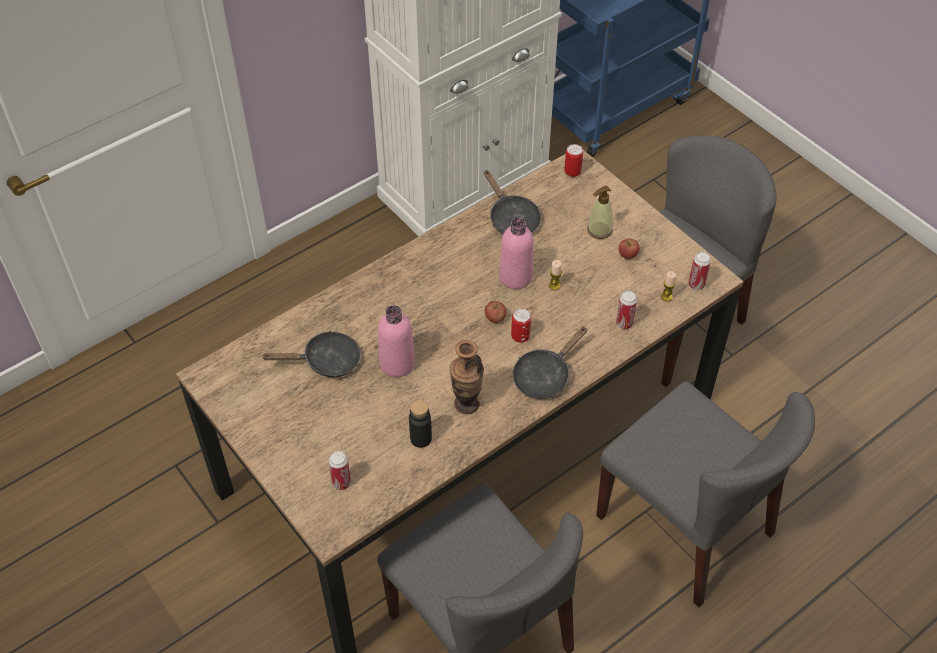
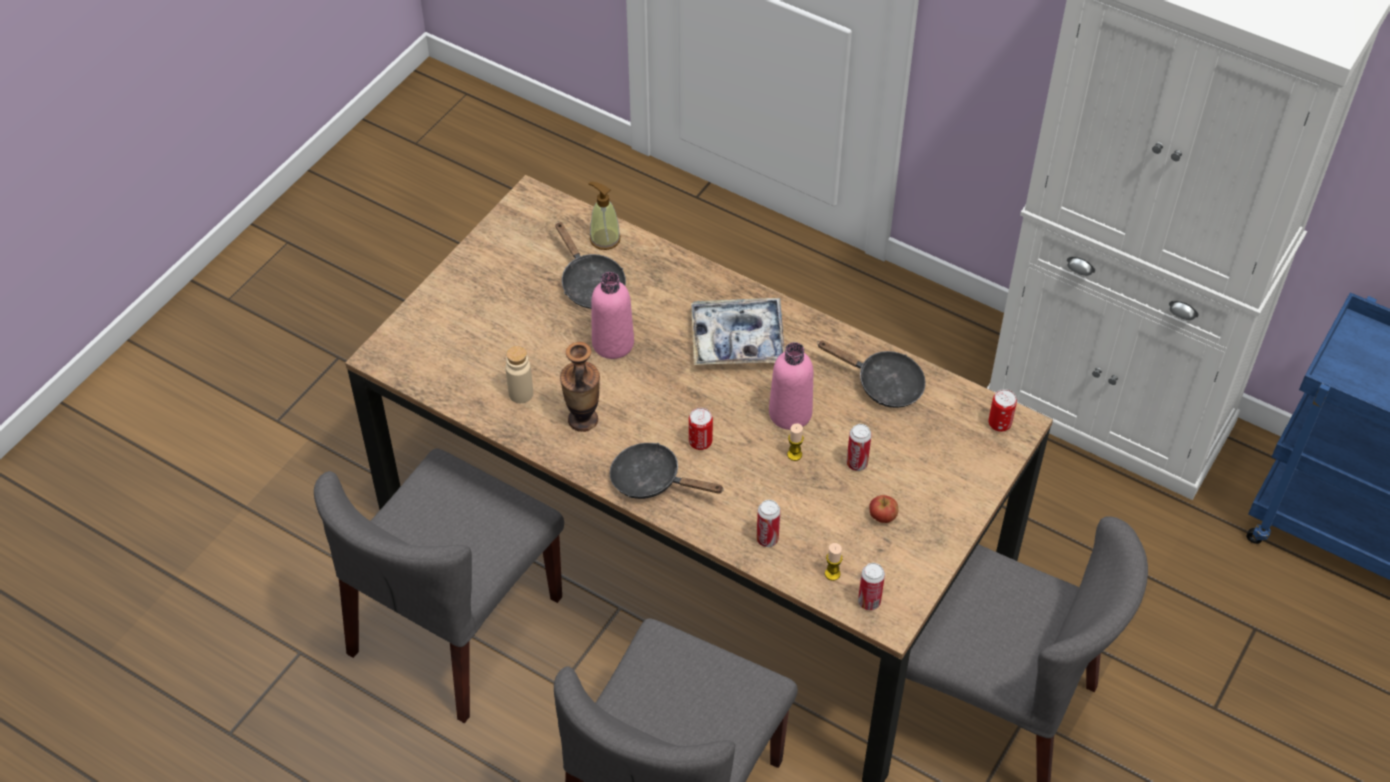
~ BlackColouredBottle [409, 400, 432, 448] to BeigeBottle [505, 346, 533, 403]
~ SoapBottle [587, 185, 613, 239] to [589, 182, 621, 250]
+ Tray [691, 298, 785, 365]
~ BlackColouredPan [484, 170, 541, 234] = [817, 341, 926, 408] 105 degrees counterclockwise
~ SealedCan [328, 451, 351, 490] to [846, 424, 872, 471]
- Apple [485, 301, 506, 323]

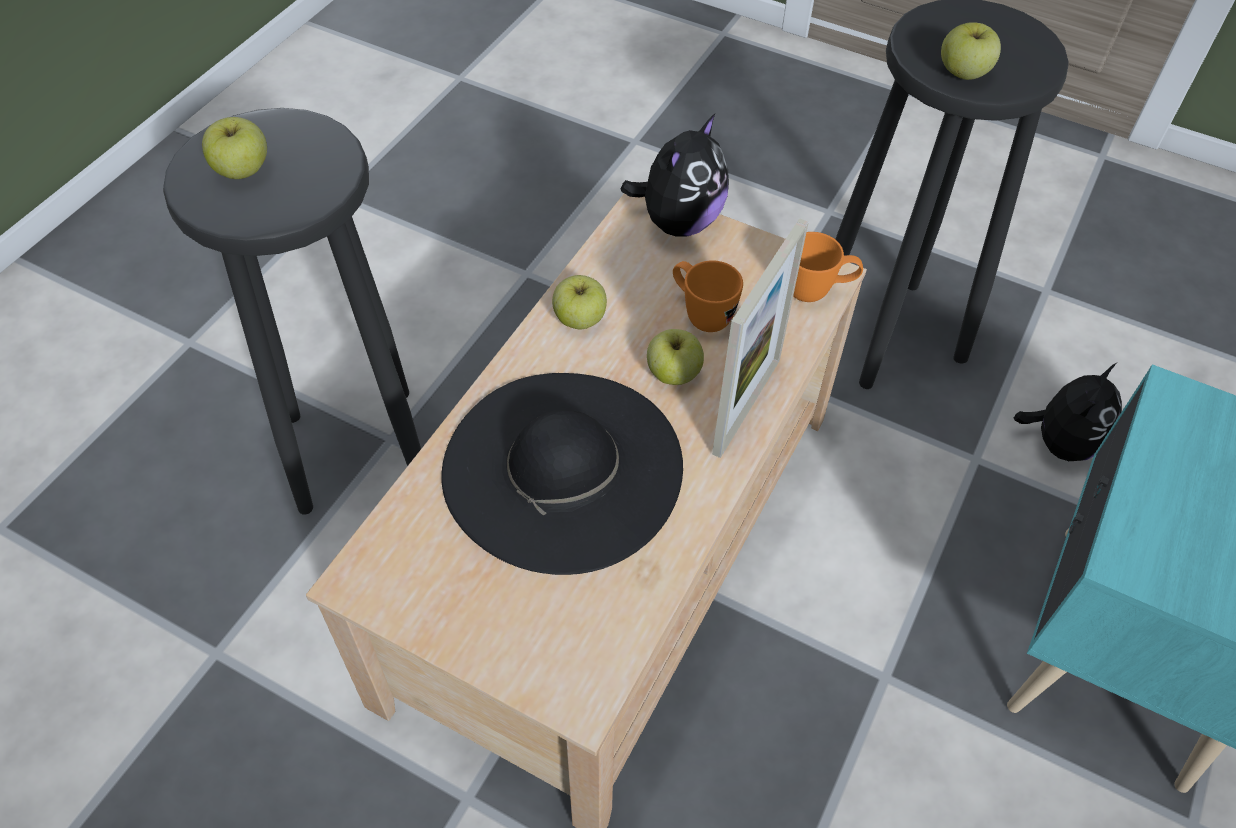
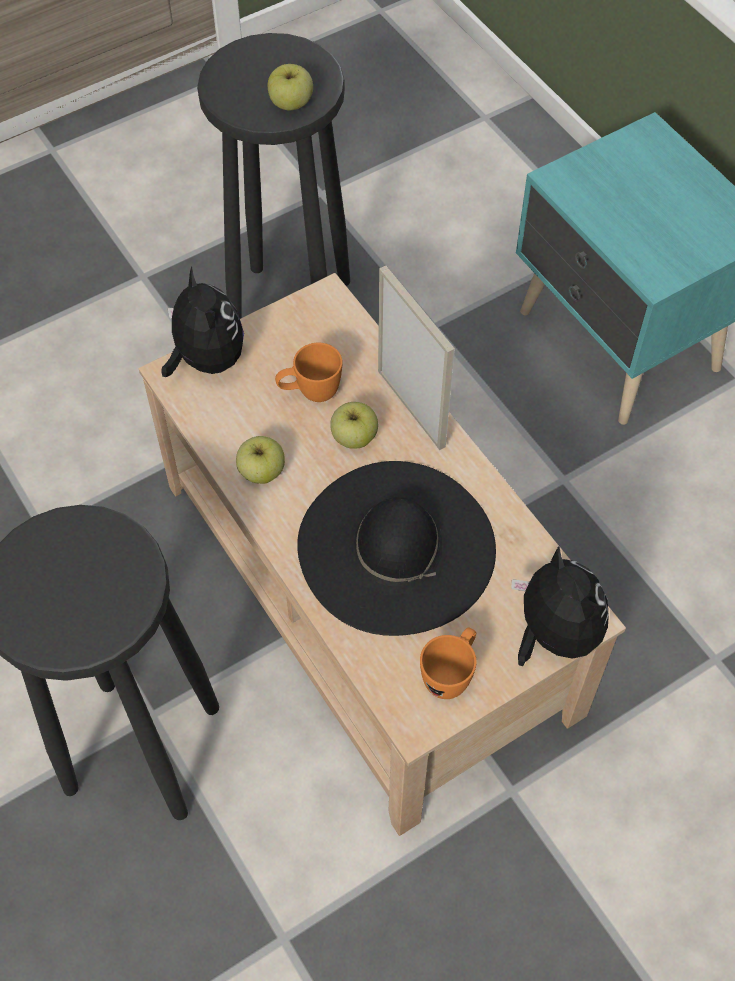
~ OrangeyMug [793, 232, 863, 302] to [420, 628, 477, 699]
~ PlushToy [1014, 363, 1122, 461] to [511, 546, 609, 666]
- Apple [202, 117, 267, 179]

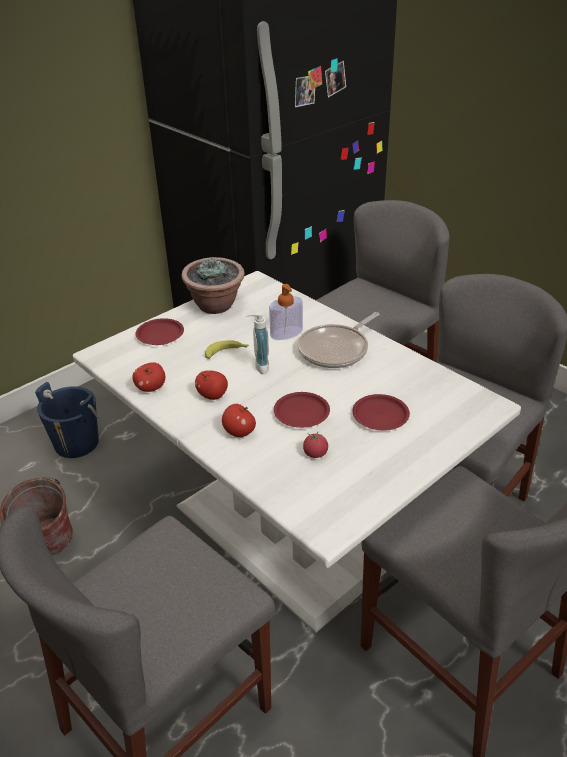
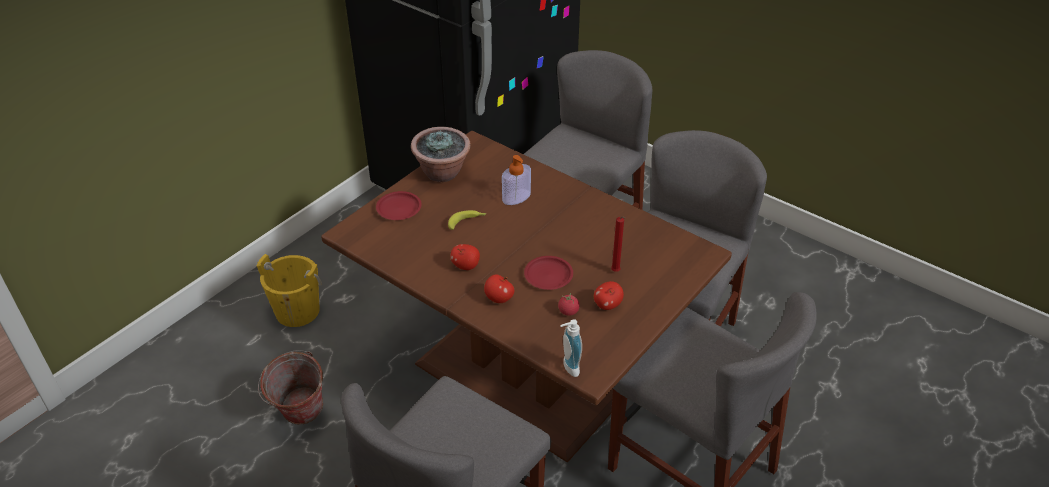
~ BlueColouredPail [35, 382, 100, 458] to YellowColouredPail [257, 254, 322, 327]
~ WhitishDiningTable [73, 271, 521, 633] to BrownishDiningTable [321, 131, 732, 462]
~ SoapBottle [246, 312, 269, 374] to [560, 319, 582, 377]
~ Apple [132, 362, 165, 392] to [594, 281, 624, 310]
~ ReddishFlatDish [352, 394, 410, 430] to ReddishCandle [611, 217, 625, 272]
- Pan [298, 312, 380, 368]

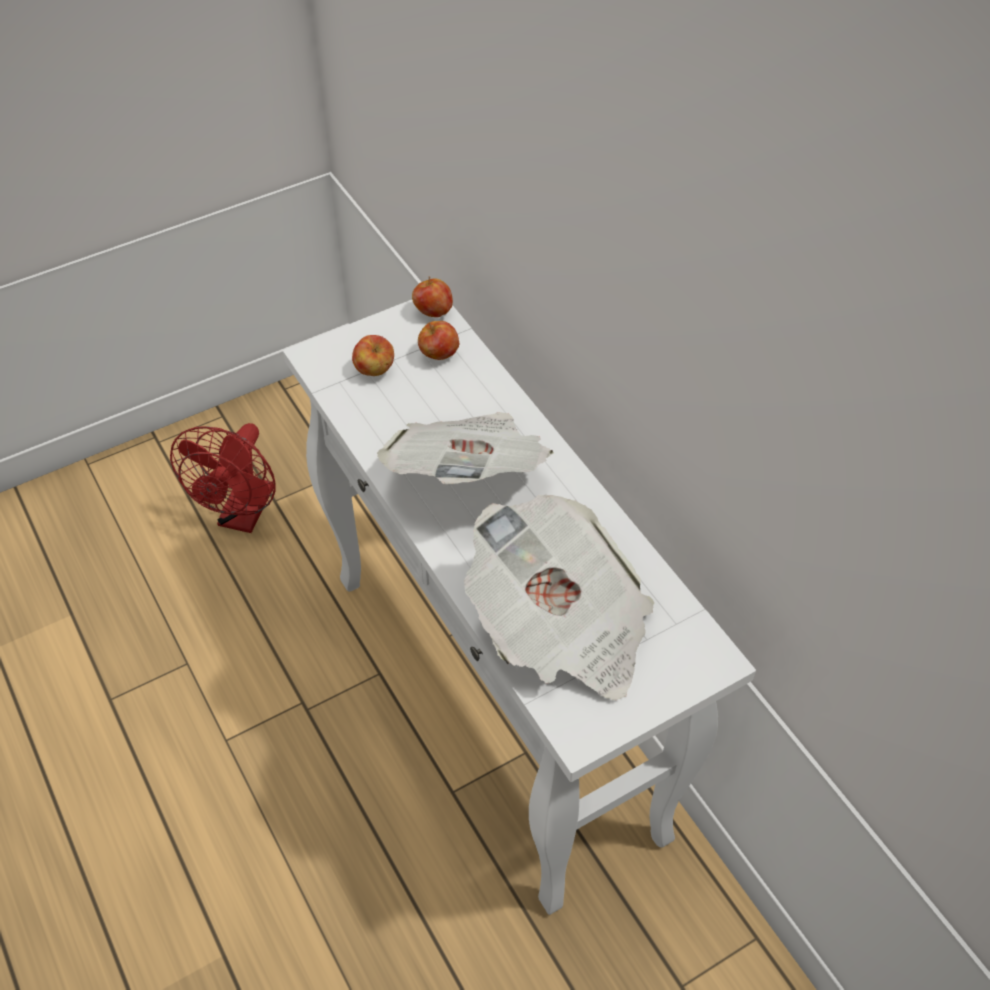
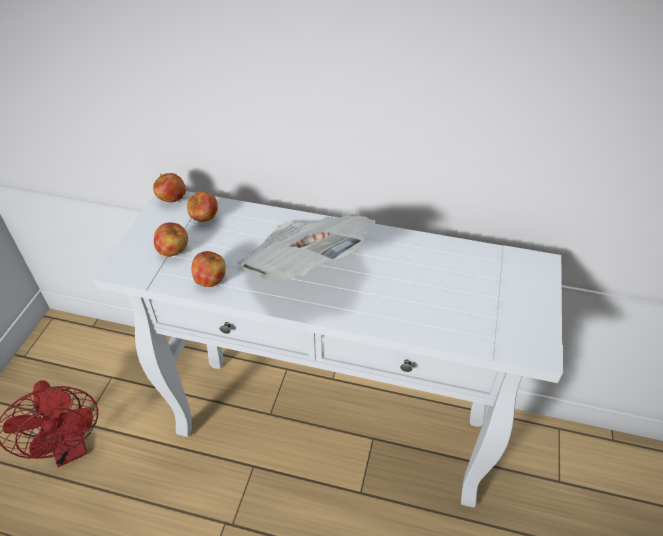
+ Apple [191, 251, 226, 287]
- Newspaper [464, 495, 654, 700]

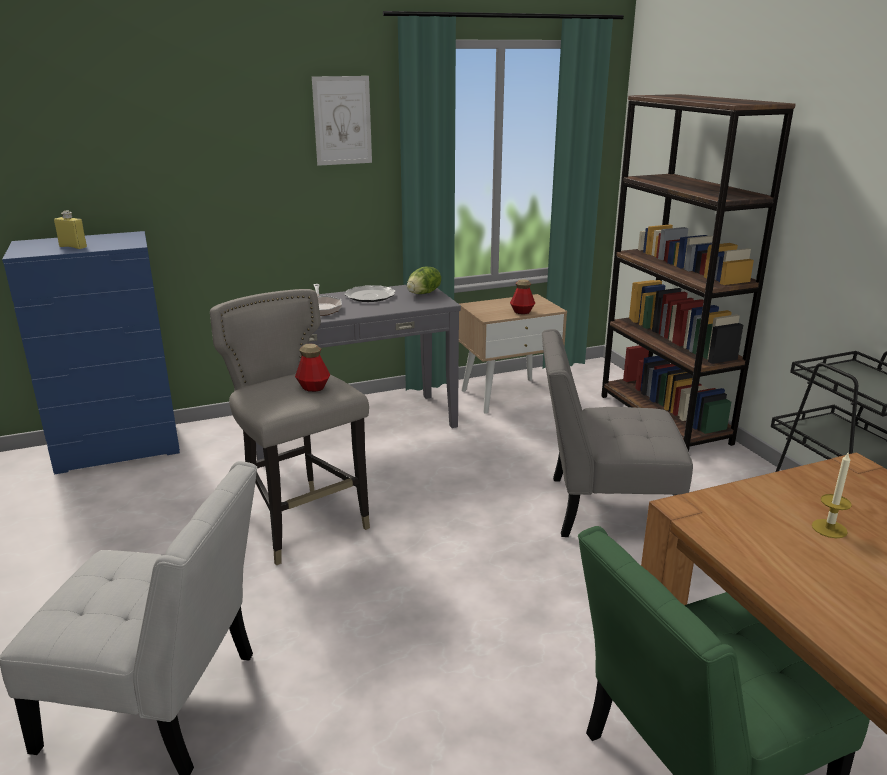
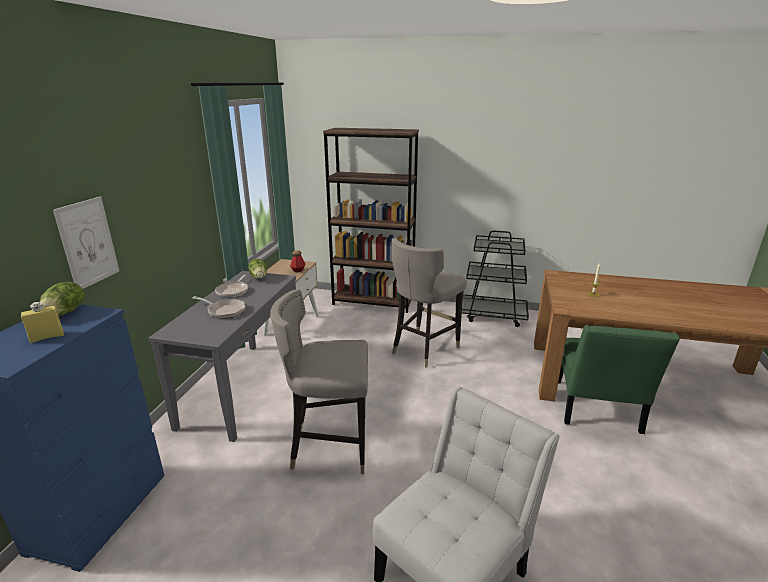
+ HeadOfLettuce [40, 282, 84, 316]
~ WallPicture [312, 76, 372, 166] to [53, 197, 119, 289]
~ FlatDish [345, 285, 396, 302] to Pan [215, 275, 248, 297]
~ GreyUprightChair [542, 329, 693, 537] to GreyStool [392, 238, 467, 368]
- Bottle [295, 344, 330, 392]

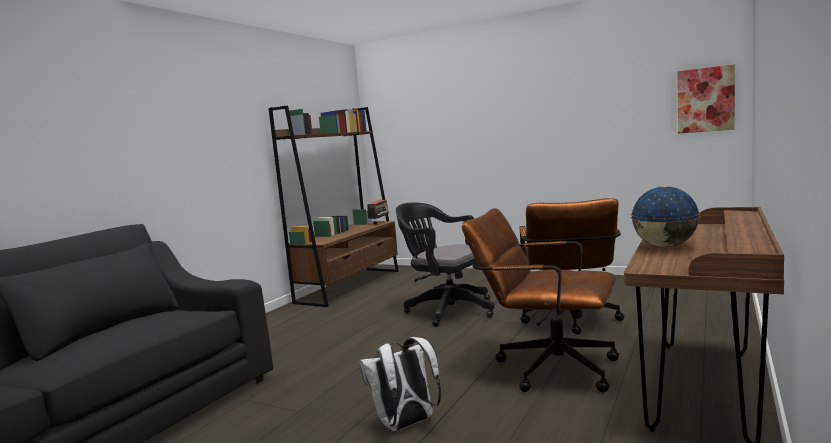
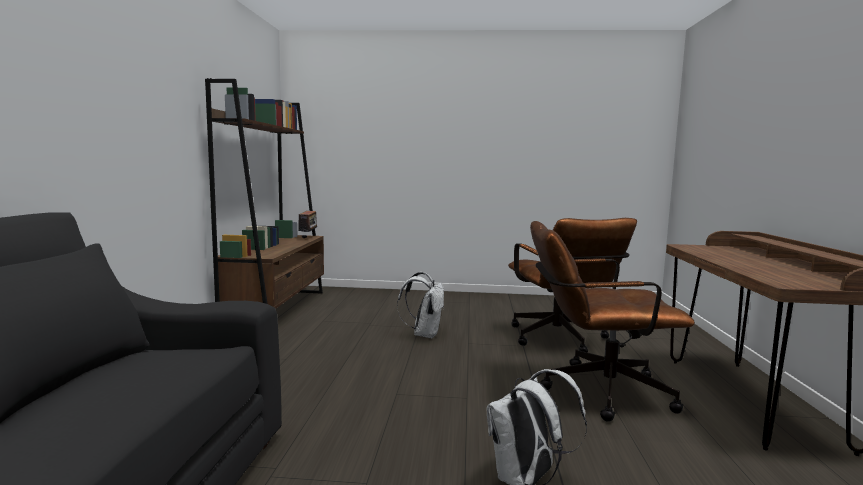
~ BlackColouredOfficeChair [396, 202, 495, 327] to WhitishBackpack [397, 272, 444, 339]
- DeskGlobe [631, 186, 700, 247]
- WallPicture [677, 64, 735, 134]

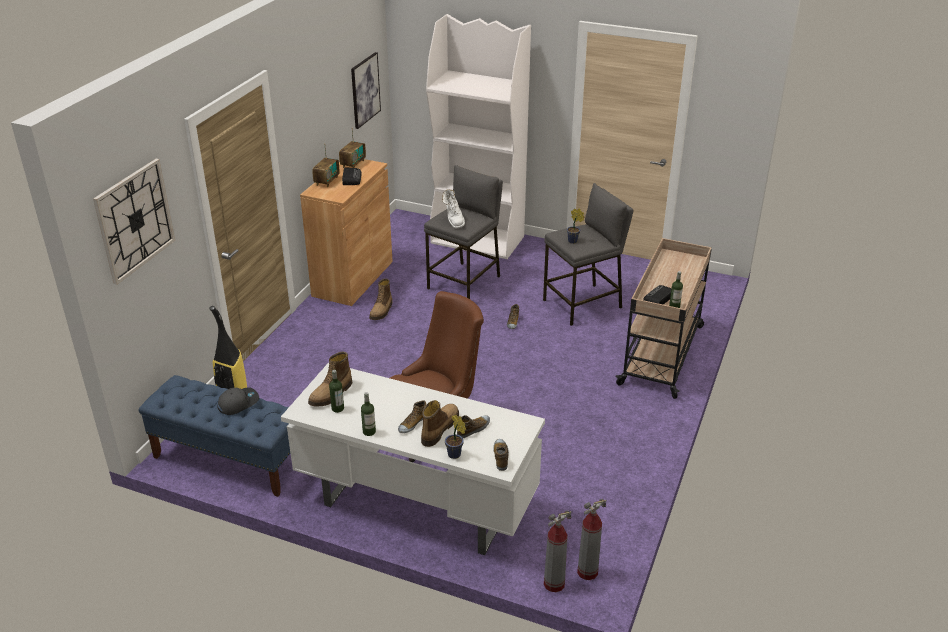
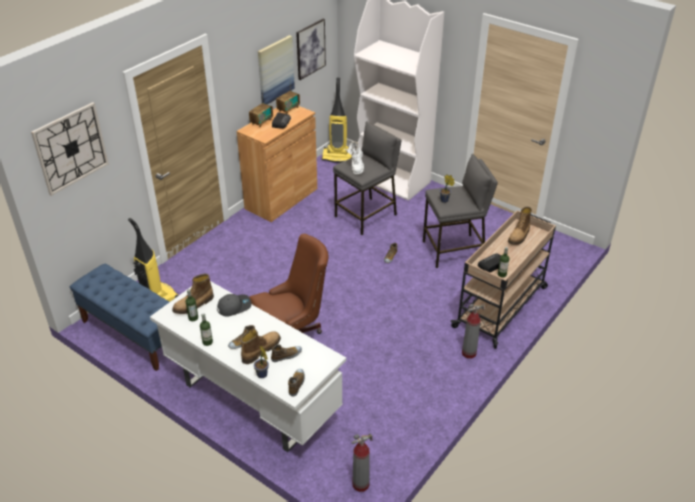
~ GreyPeakedCap [218, 387, 259, 415] to [217, 294, 252, 317]
+ WallPicture [258, 35, 295, 104]
+ Hoover [321, 78, 352, 163]
~ FireExtinguisher [544, 510, 572, 592] to [462, 304, 485, 359]
~ TallBoot [369, 279, 392, 320] to [508, 206, 532, 245]

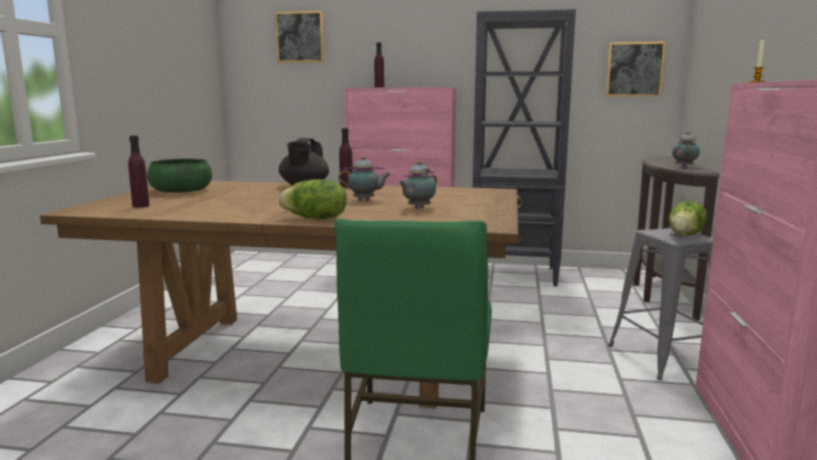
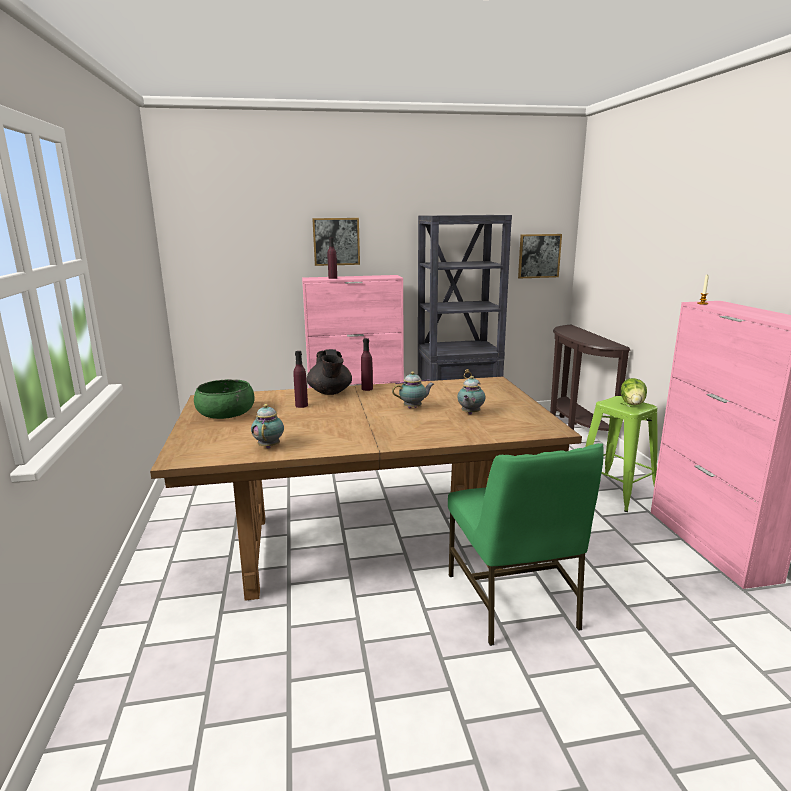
~ Teapot [672, 132, 700, 168] to [251, 404, 284, 448]
~ PurpleColouredBottle [128, 136, 150, 208] to [293, 351, 308, 408]
~ WallPicture [275, 11, 324, 62] to [312, 218, 360, 266]
~ GreyStool [608, 228, 713, 380] to GreenishStool [585, 396, 658, 512]
- HeadOfLettuce [279, 179, 347, 219]

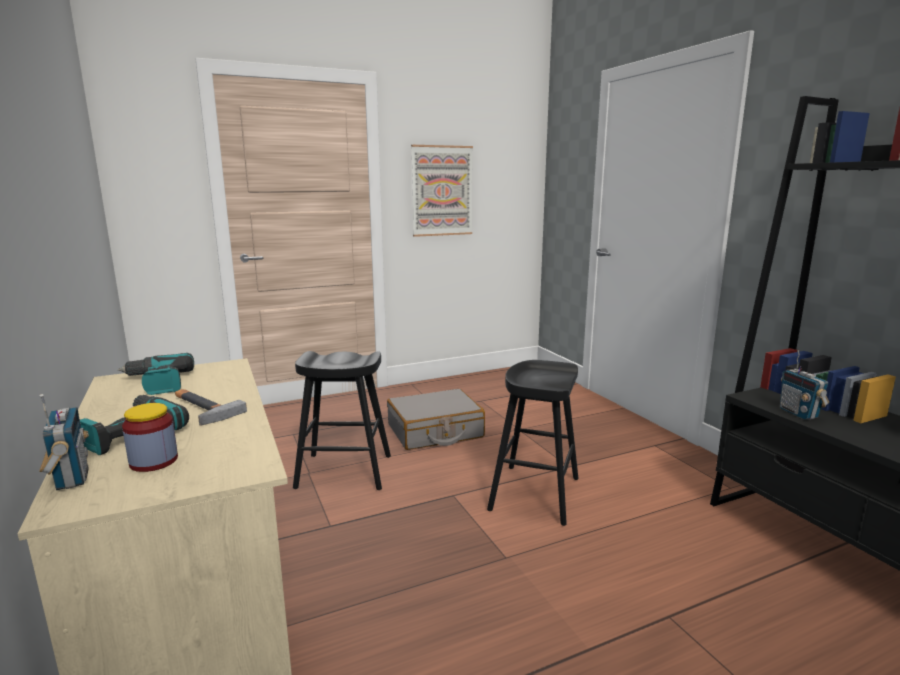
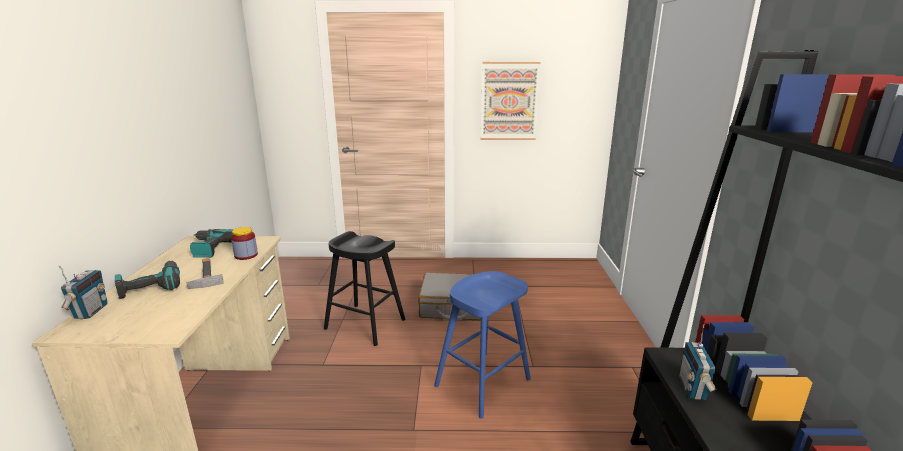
~ Jar [122, 403, 178, 472] to [231, 227, 258, 260]
~ BlackColouredStool [487, 360, 579, 526] to BlueColouredStool [434, 271, 531, 418]

